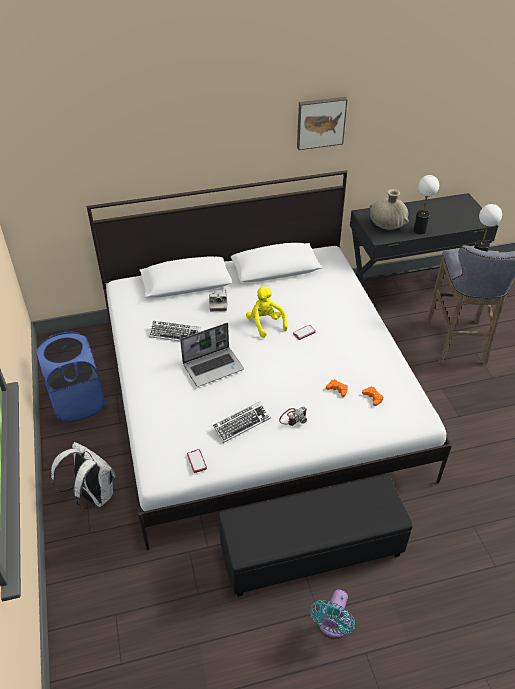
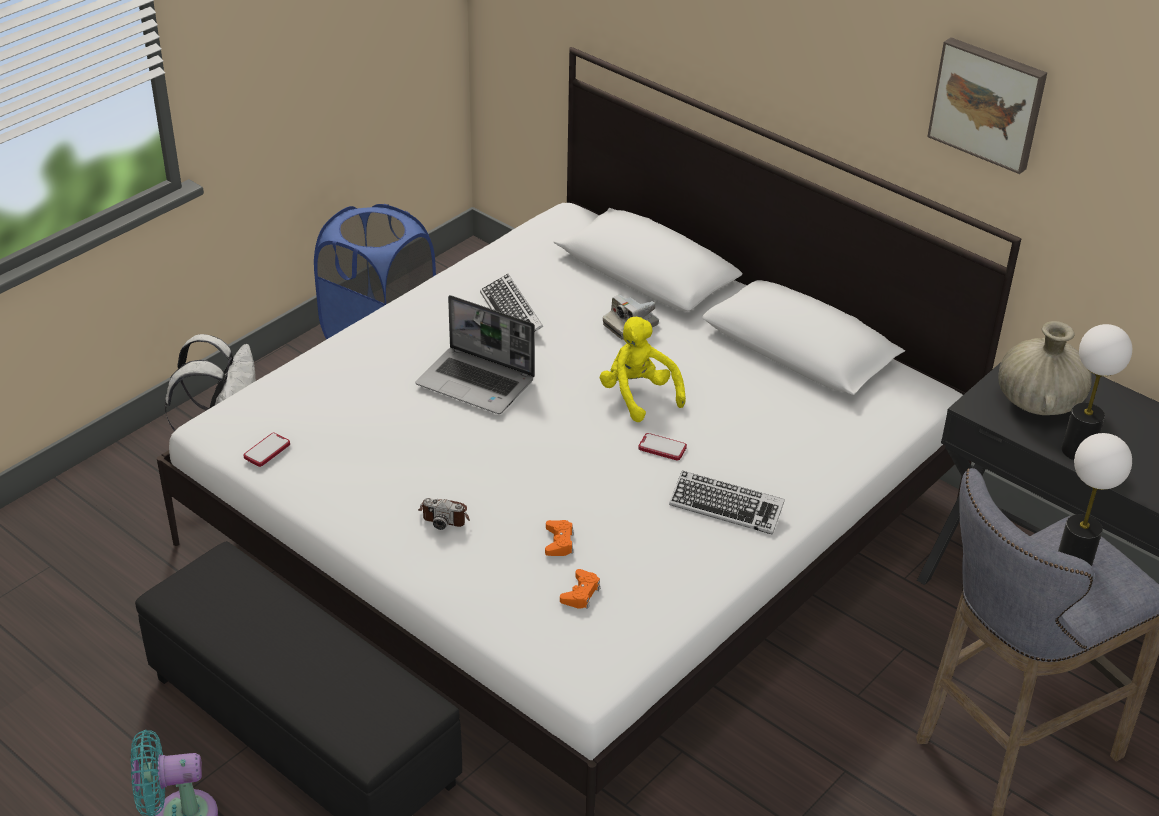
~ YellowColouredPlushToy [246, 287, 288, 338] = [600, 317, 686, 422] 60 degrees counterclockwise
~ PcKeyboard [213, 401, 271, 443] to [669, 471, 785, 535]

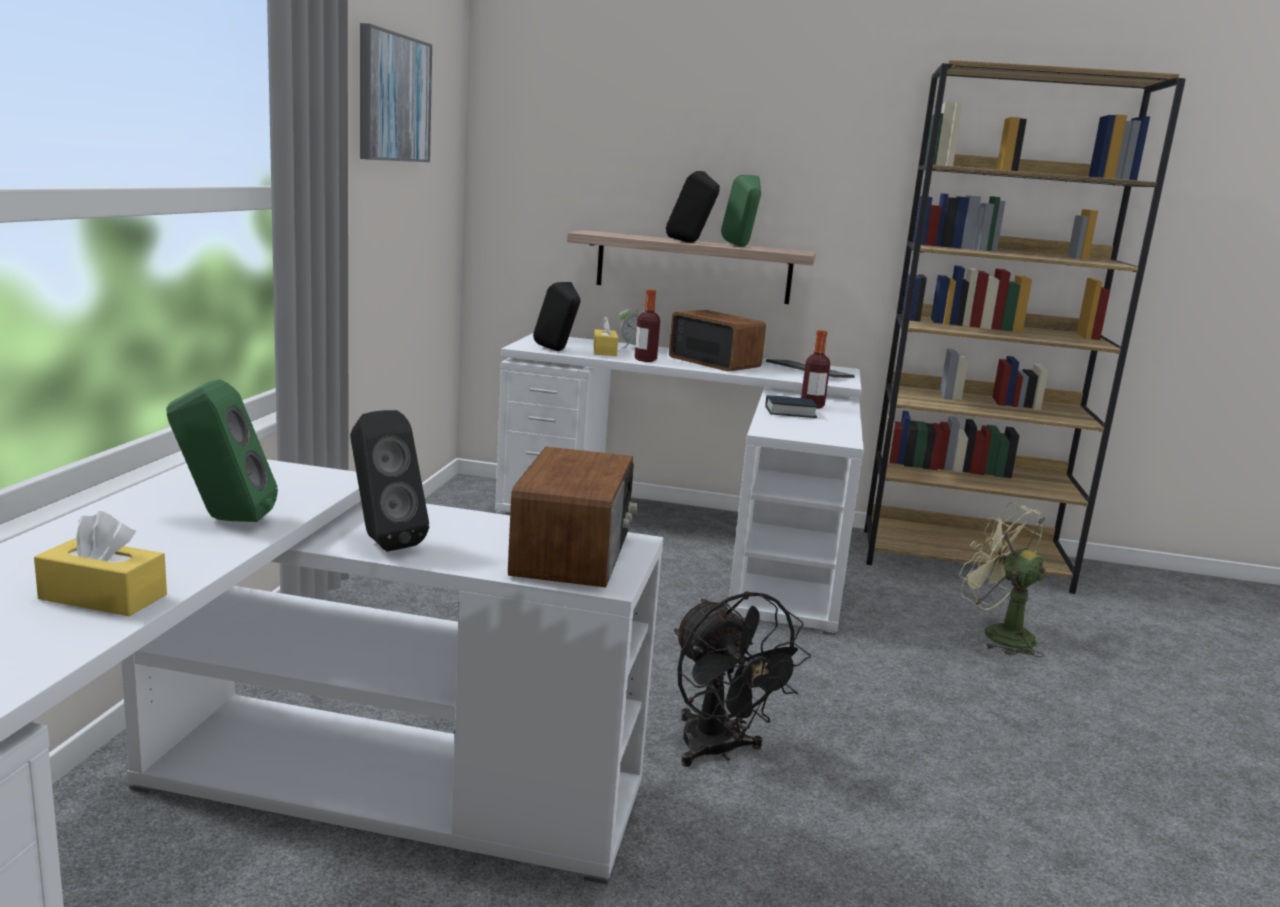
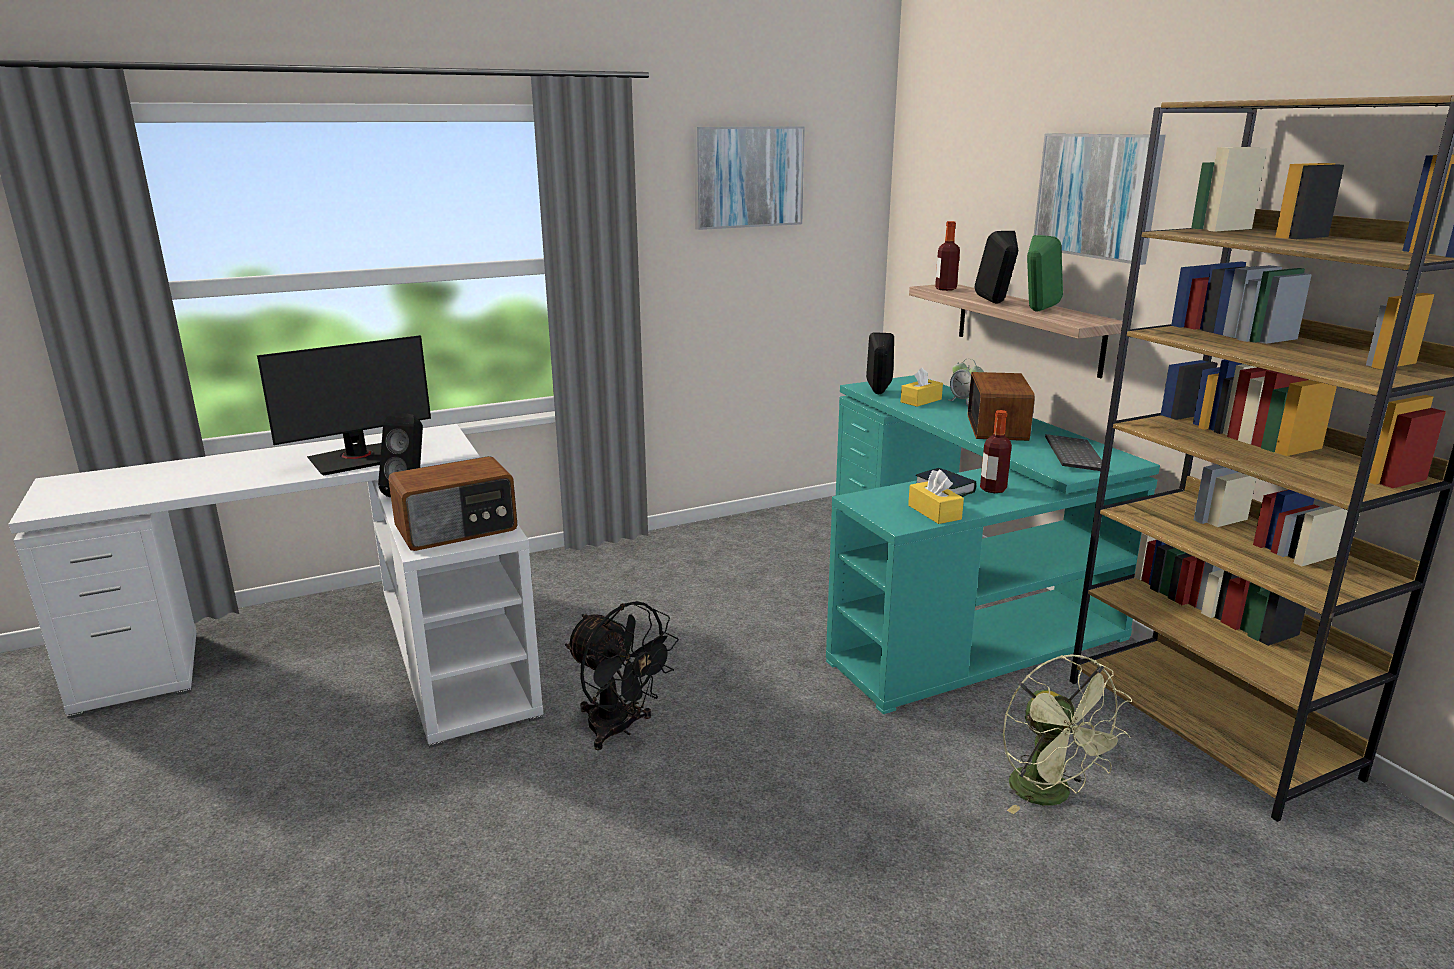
~ GreenishSpeaker [166, 379, 278, 522] to Monitor [257, 335, 431, 476]
~ BlackColouredElectricFan [674, 591, 811, 767] = [565, 601, 679, 750] 75 degrees counterclockwise
~ WhitishDeskUnit [495, 333, 864, 636] to TurquoiseDeskUnit [826, 375, 1160, 714]
~ YellowColouredBoxOfTissues [34, 511, 167, 616] to [908, 470, 964, 524]
~ Bottle [635, 289, 660, 362] to [935, 221, 960, 291]
~ GreenishElectricFan [959, 503, 1046, 657] = [1003, 654, 1132, 814] 150 degrees clockwise
+ WallPicture [1034, 133, 1166, 265]

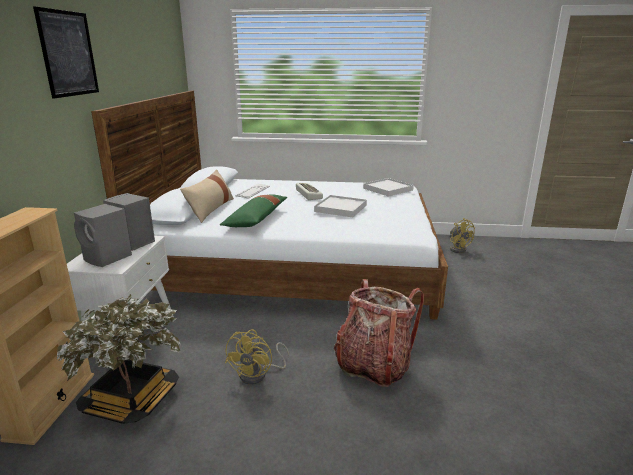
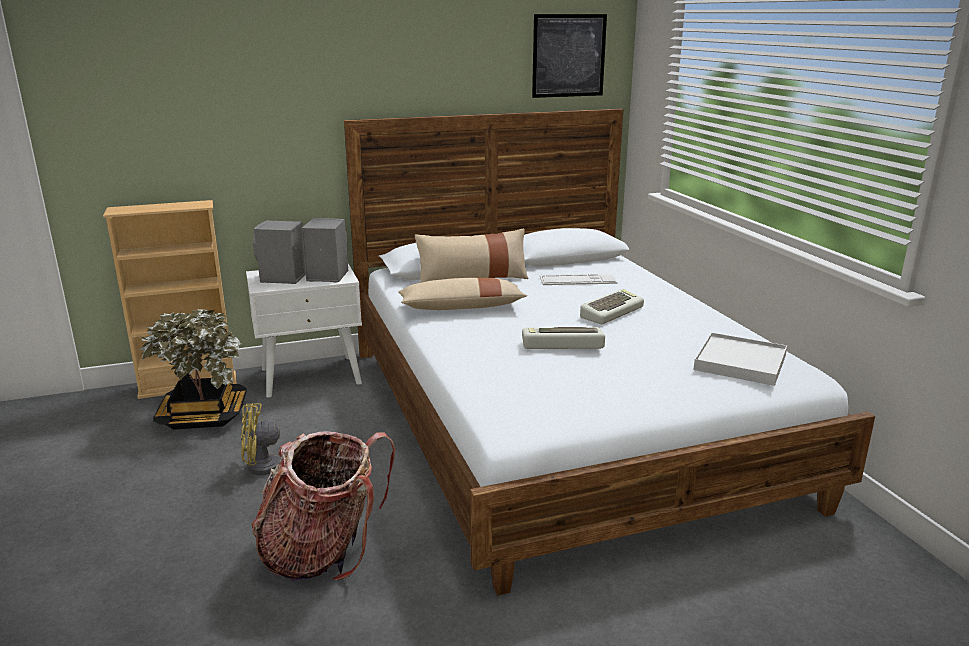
~ GreenishPillow [220, 194, 287, 227] to BeigePillow [398, 278, 527, 310]
~ WhitishTray [314, 195, 367, 217] to PcKeyboard [522, 327, 605, 349]
~ WallPicture [33, 6, 99, 99] to [532, 14, 607, 98]
- YellowColouredElectricFan [450, 218, 475, 253]

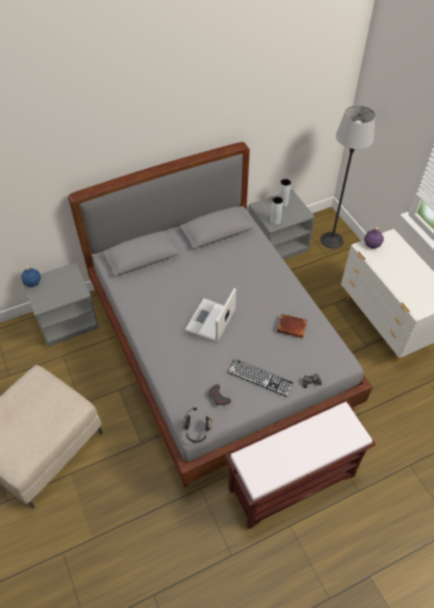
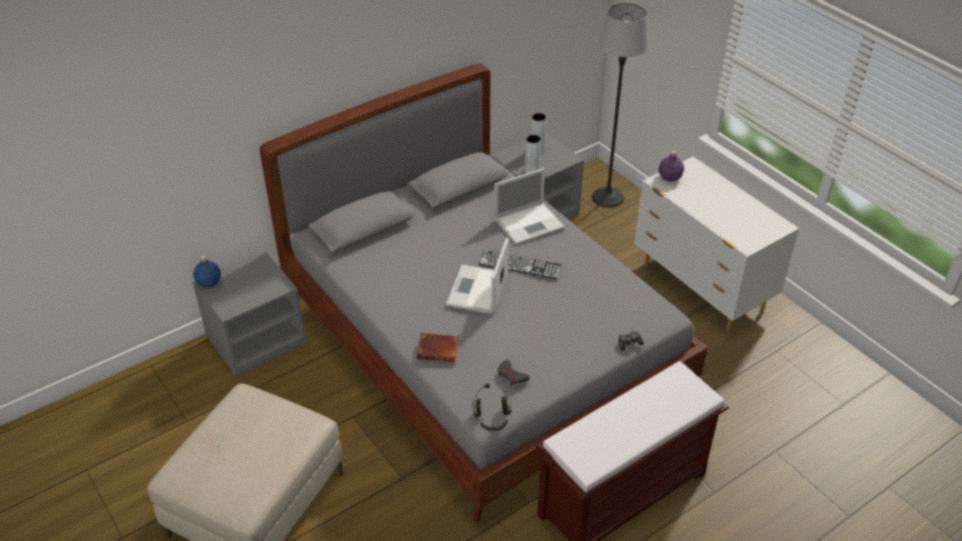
~ BrownishVolume [277, 313, 307, 338] to [417, 333, 459, 362]
~ PcKeyboard [227, 359, 293, 397] to [479, 250, 561, 279]
+ Laptop [494, 168, 565, 245]

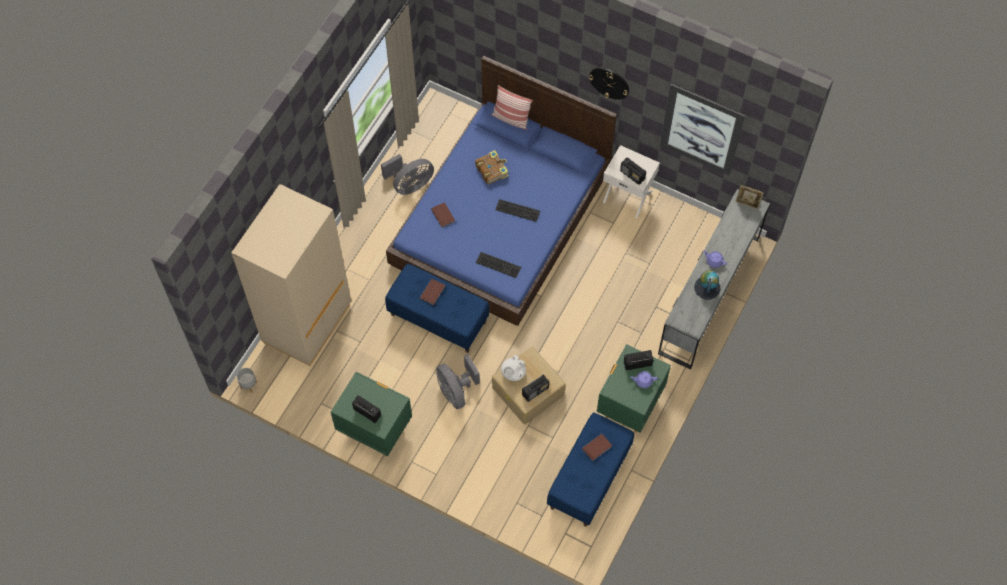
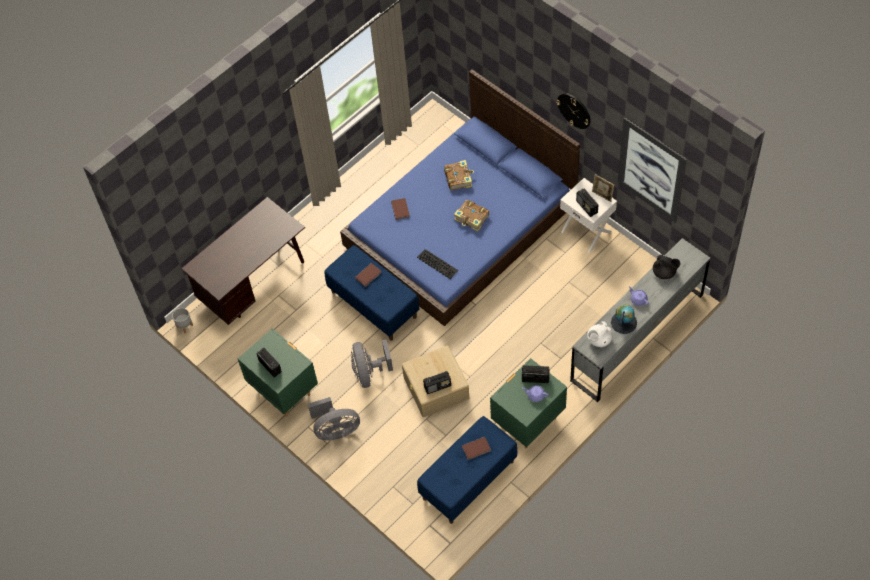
~ BeigeArmoire [231, 184, 351, 366] to BrownishDeskUnit [181, 197, 305, 325]
~ GreyElectricFan [381, 154, 434, 195] to [308, 397, 360, 441]
~ PcKeyboard [495, 199, 540, 222] to Volume [454, 200, 489, 232]
~ WhitishTeapot [501, 355, 526, 381] to [587, 321, 612, 347]
~ PictureFrame [735, 185, 764, 209] to [592, 174, 614, 202]
+ BlackColouredTeapot [653, 255, 681, 279]
- Pillow [491, 85, 533, 130]

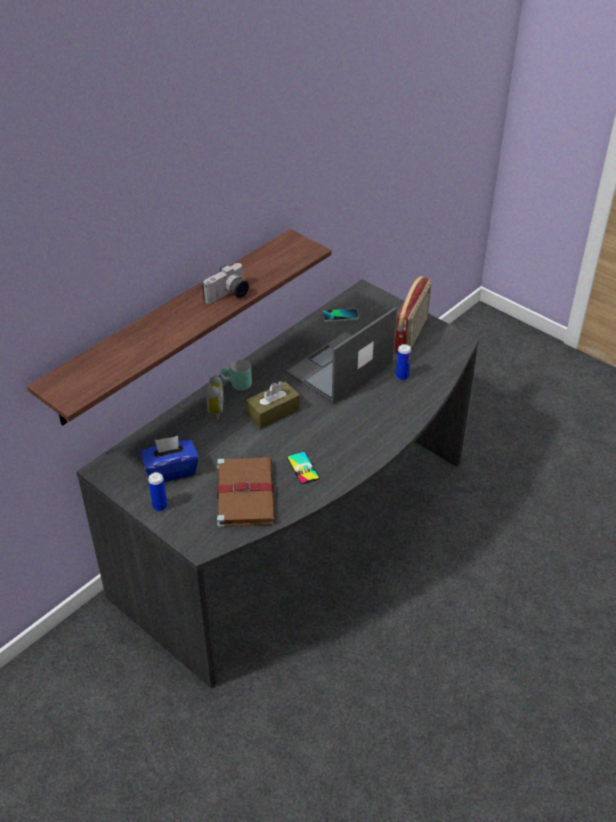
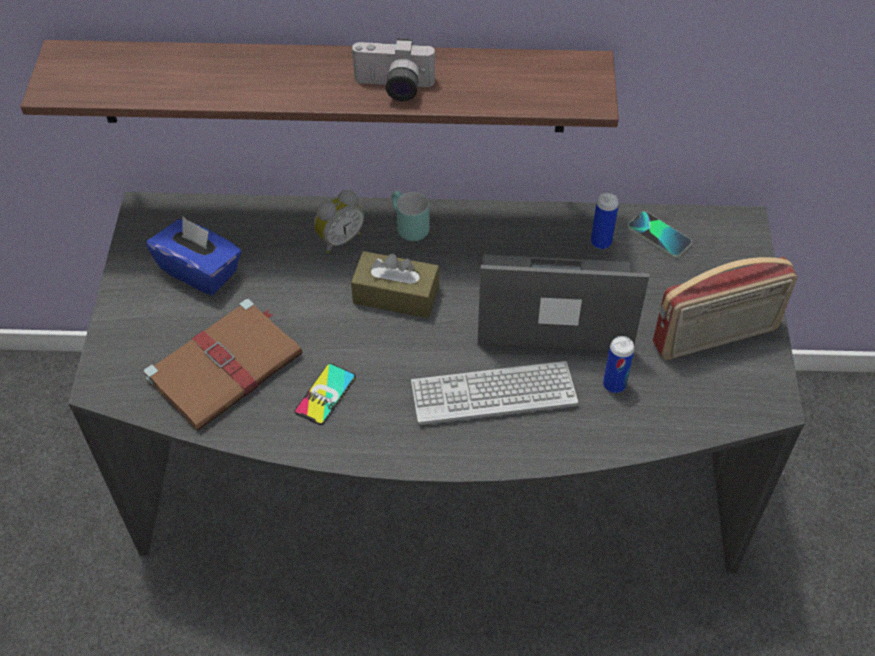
+ PcKeyboard [411, 361, 578, 425]
~ SealedCan [148, 472, 167, 511] to [591, 193, 619, 249]

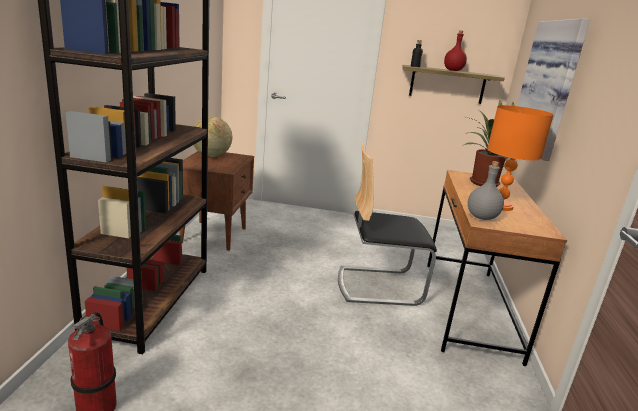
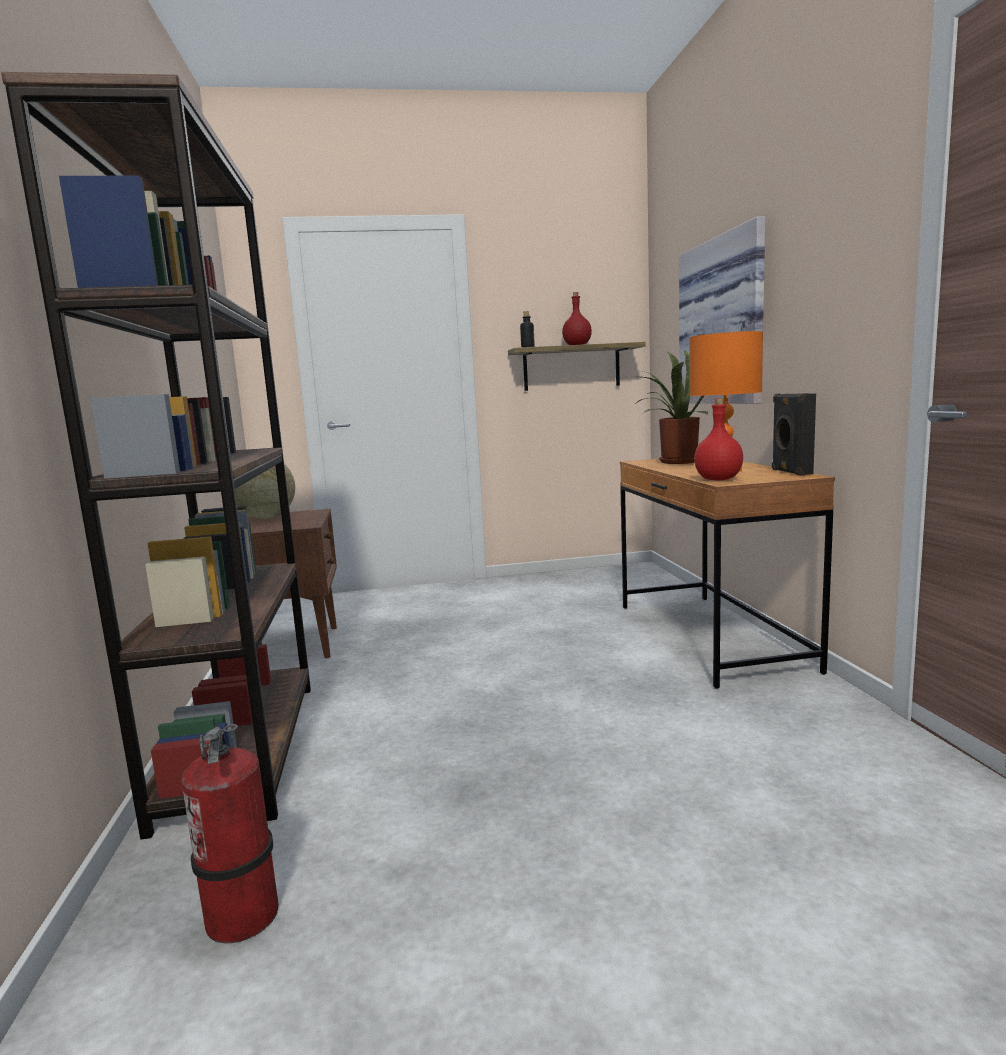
~ GreyBottle [468, 161, 504, 220] to ReddishBottle [694, 398, 743, 480]
+ BlackColouredSpeaker [772, 393, 816, 476]
- UprightChair [338, 143, 437, 306]

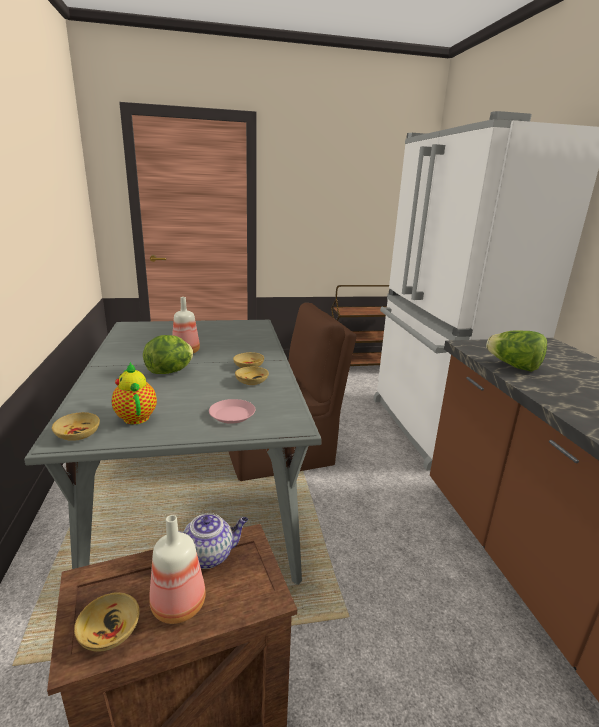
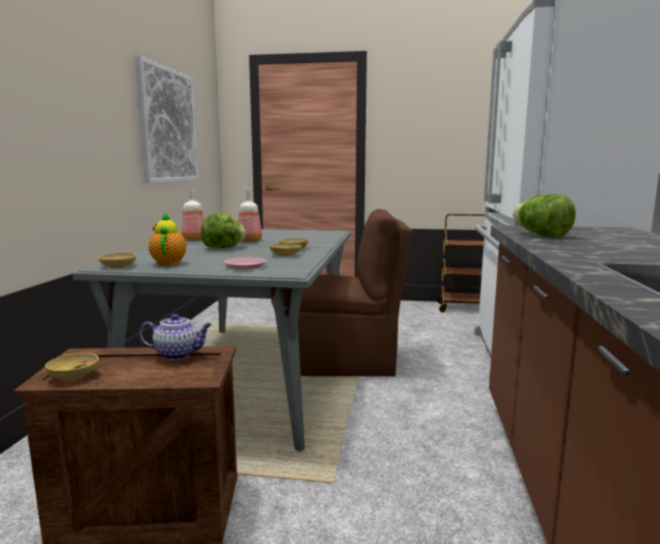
+ WallPicture [135, 56, 198, 183]
~ Bottle [149, 515, 206, 624] to [181, 189, 204, 241]

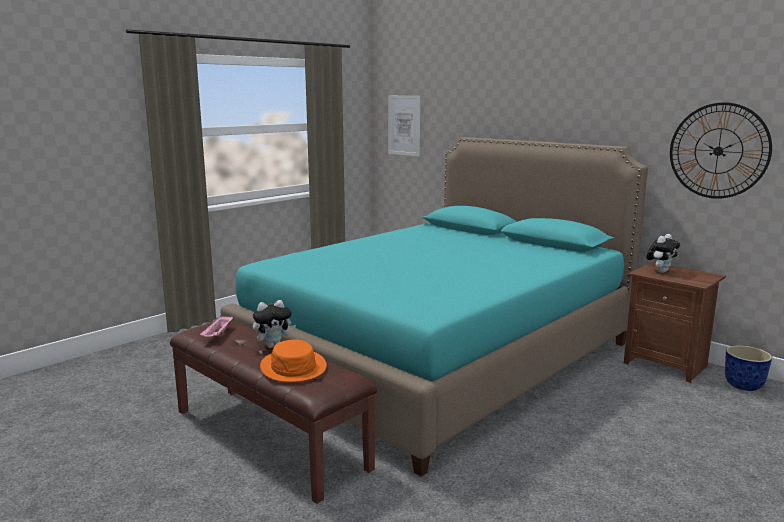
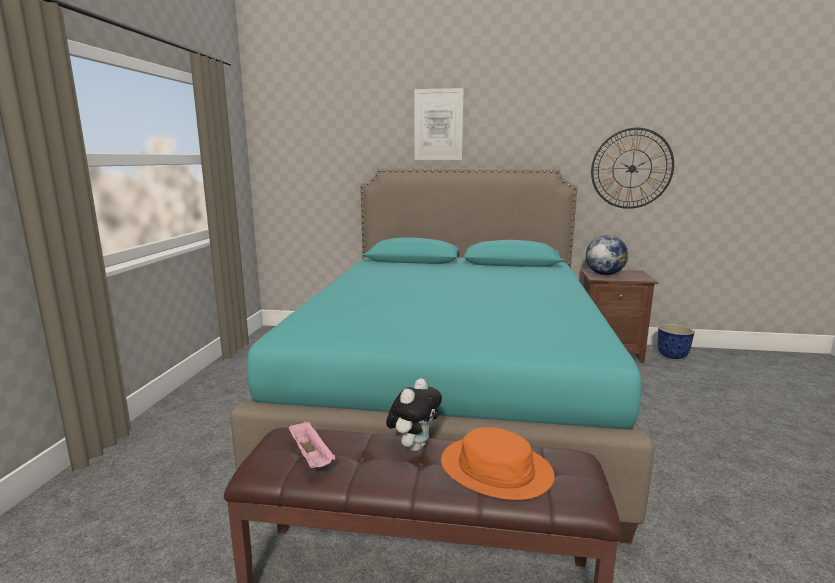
~ WallPicture [388, 95, 420, 156] to [414, 88, 464, 160]
~ PlushToy [646, 234, 680, 273] to DeskGlobe [586, 235, 628, 275]

